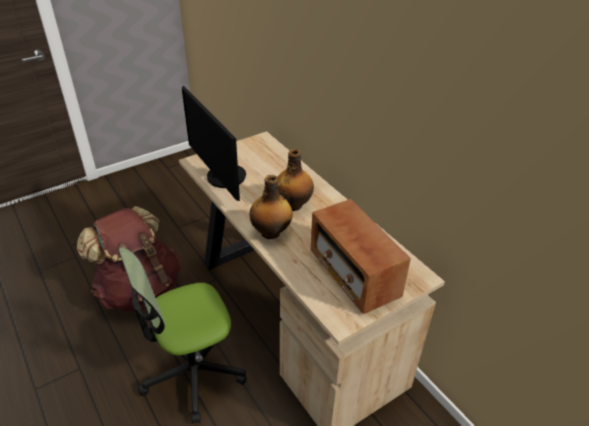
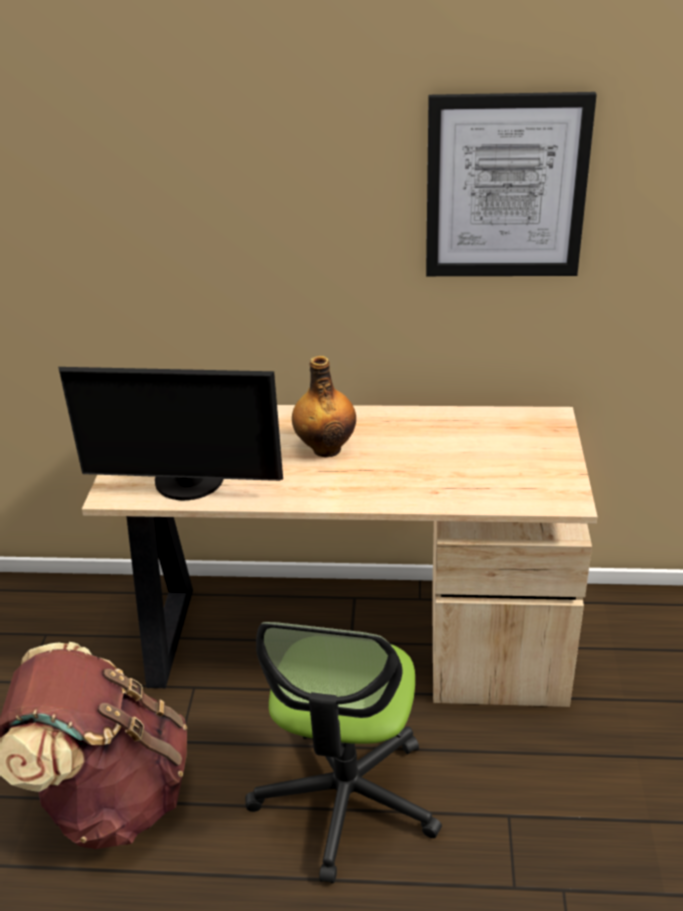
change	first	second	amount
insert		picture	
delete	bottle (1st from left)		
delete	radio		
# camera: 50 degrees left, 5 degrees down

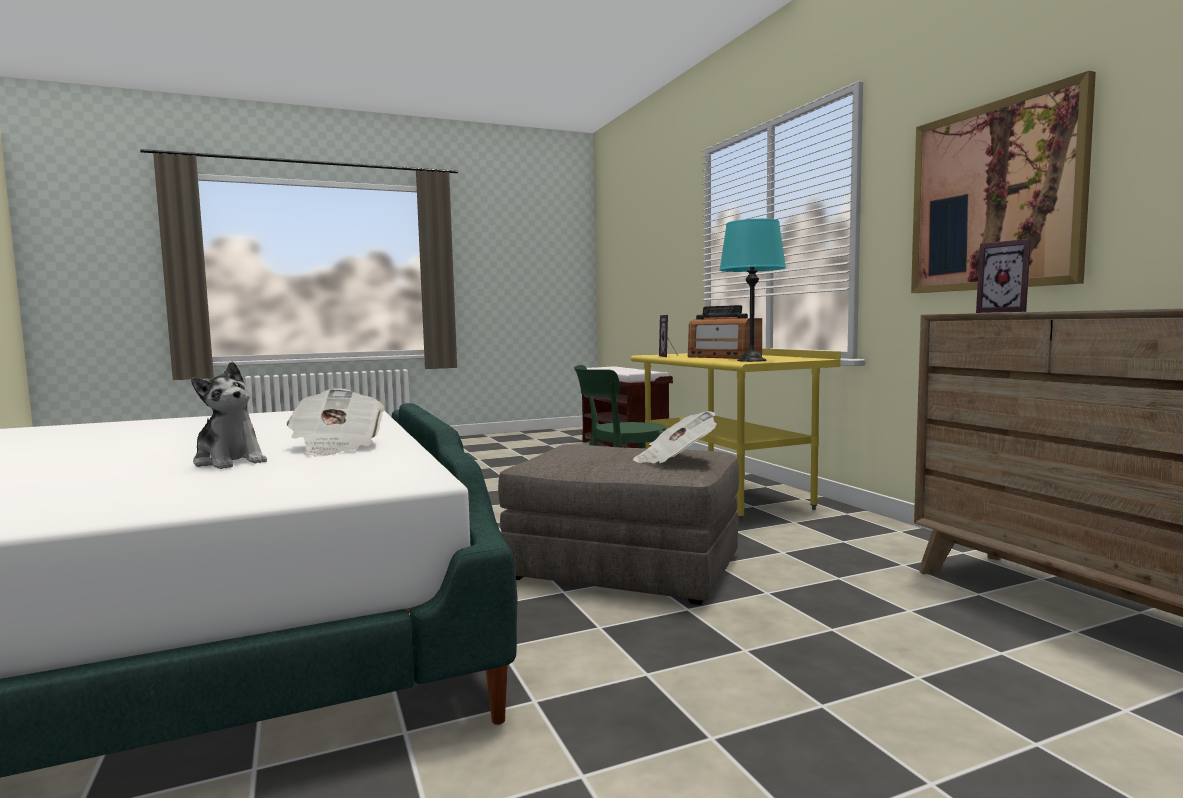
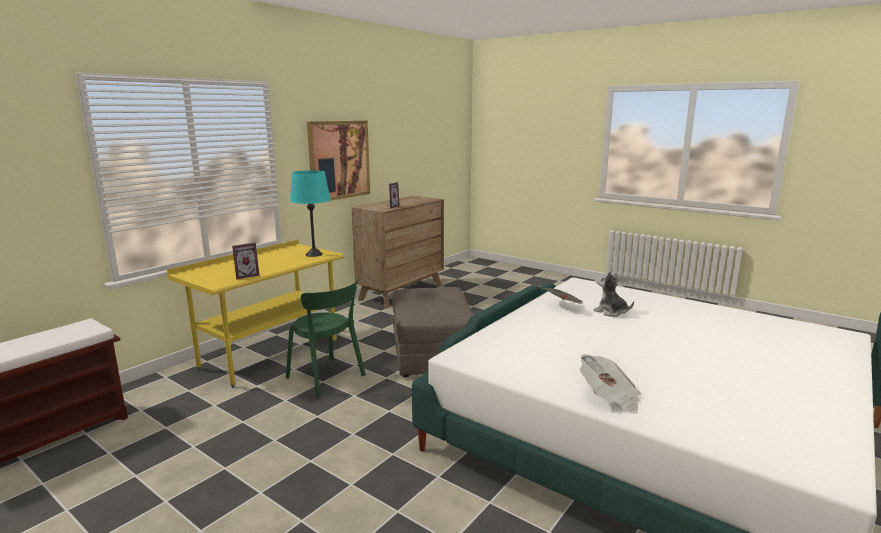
change	first	second	amount
move	newspaper (2nd from left)		
rotate	plush toy		60 degrees counterclockwise
delete	radio		
# camera: 120 degrees left, 10 degrees up

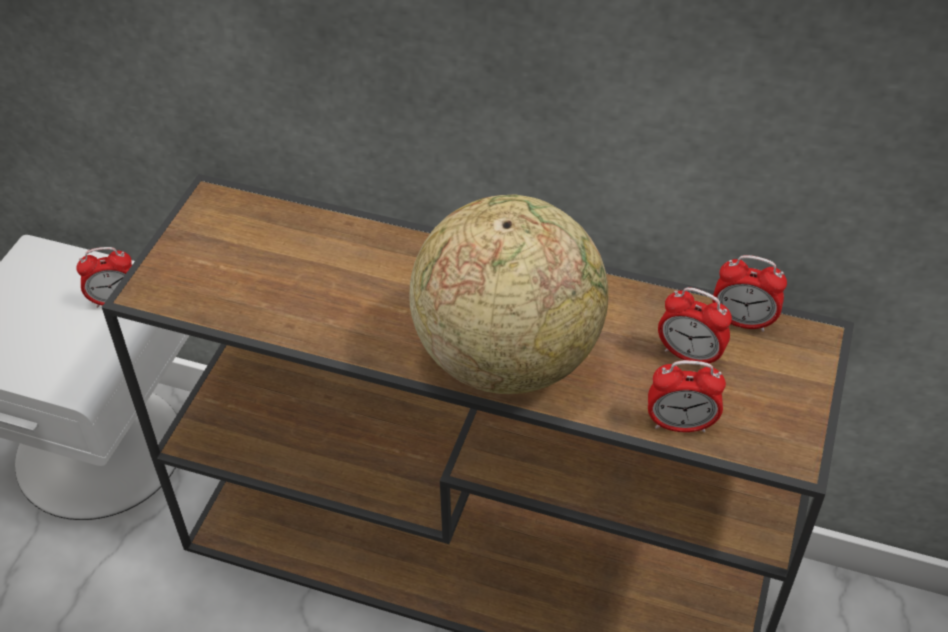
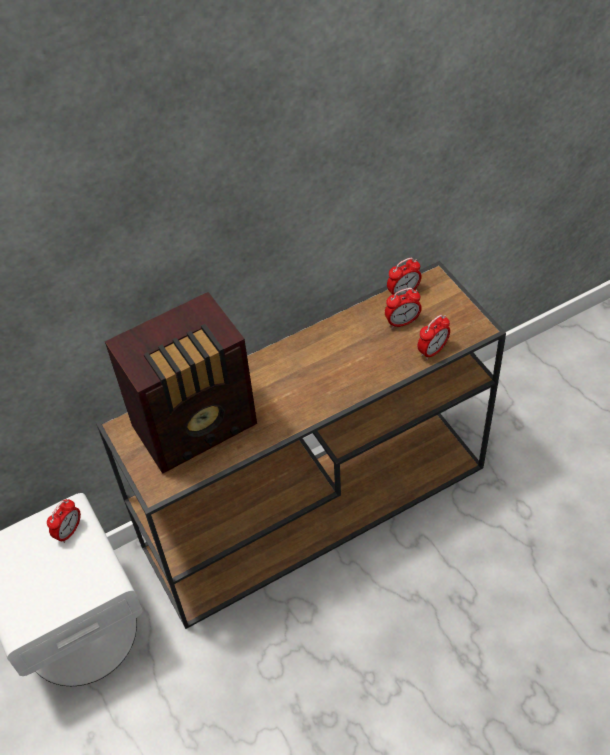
change	first	second	amount
insert		radio	
delete	globe		
# camera: 45 degrees left, 5 degrees up

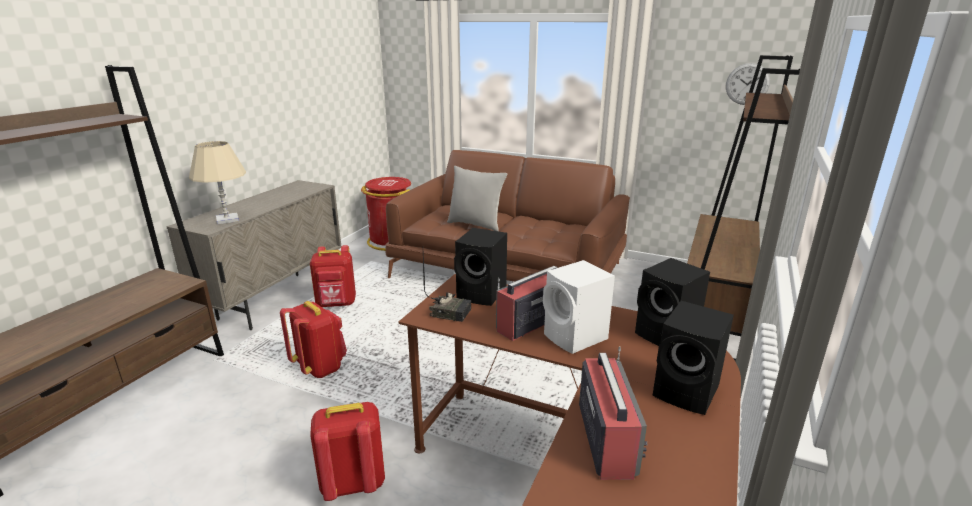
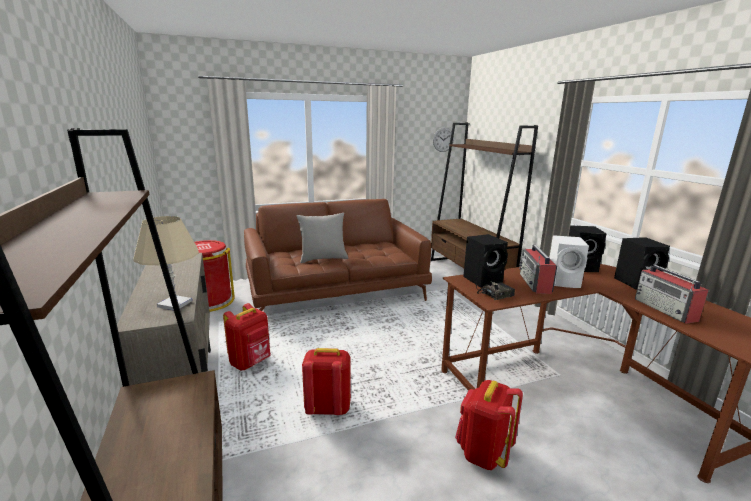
change	first	second	amount
rotate	radio (3rd from left)		150 degrees counterclockwise
# camera: 45 degrees left, 5 degrees down

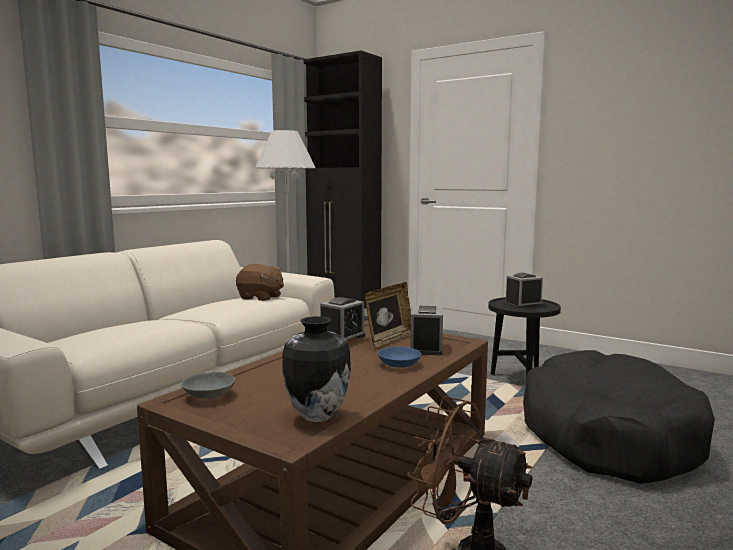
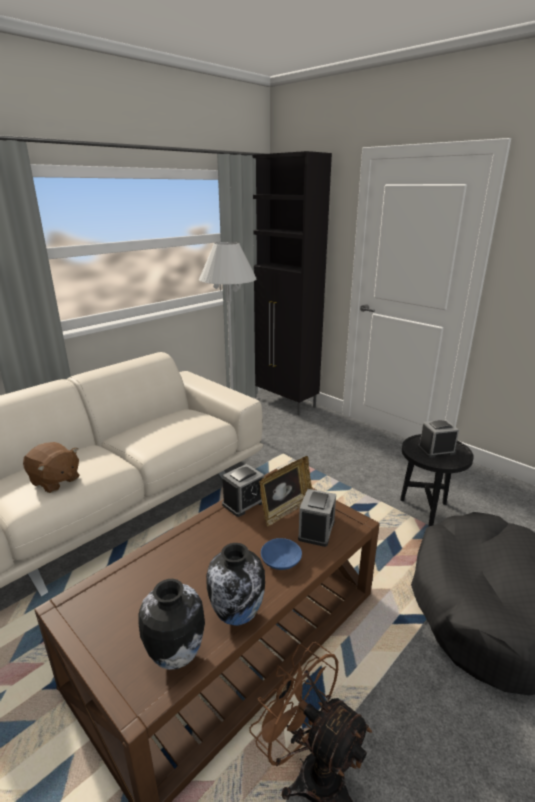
change	first	second	amount
move	plush toy (brown)		
insert		vase (2nd from left)	
delete	bowl (grey)		
# camera: 10 degrees right, 15 degrees up

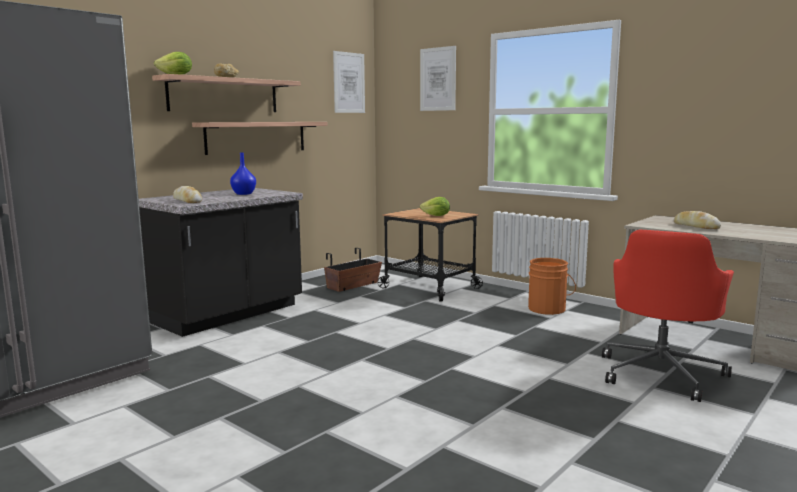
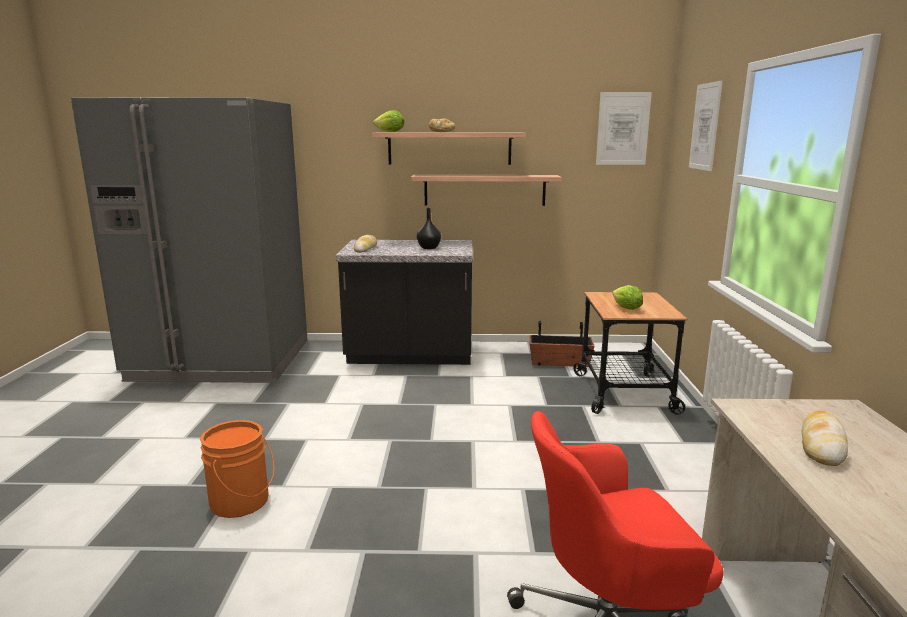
change	first	second	amount
move	bucket (orange)		
recolor	vase (blue)	vase (black)	
# camera: 50 degrees right, 5 degrees up

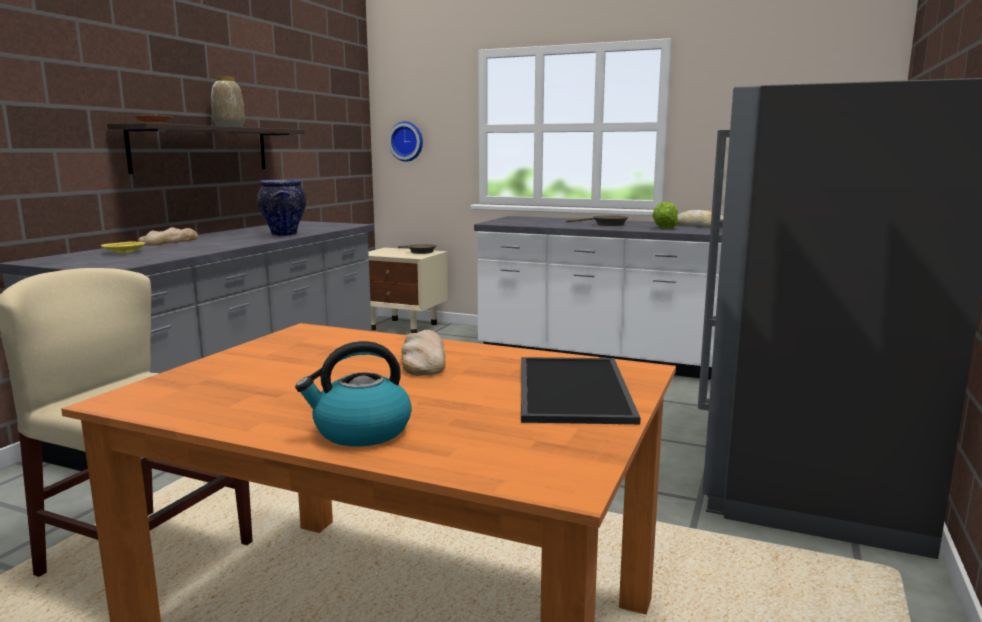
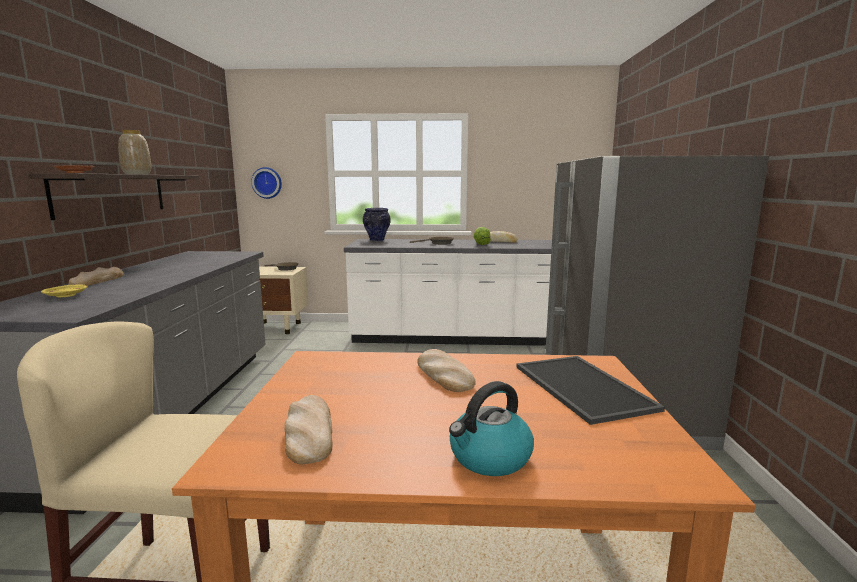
change	first	second	amount
insert		bread (2nd from left)	
move	vase (2nd from left)		
# camera: 20 degrees left, 0 degrees up

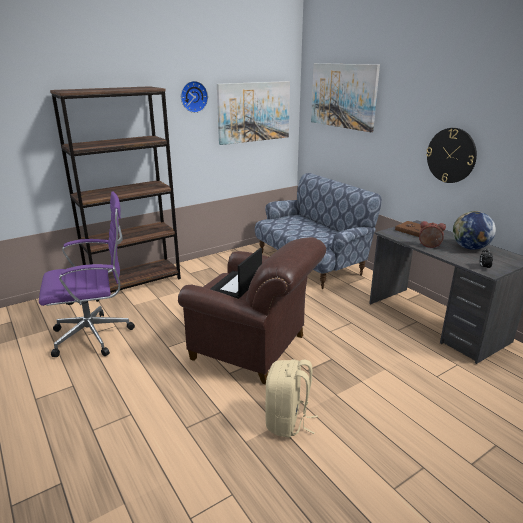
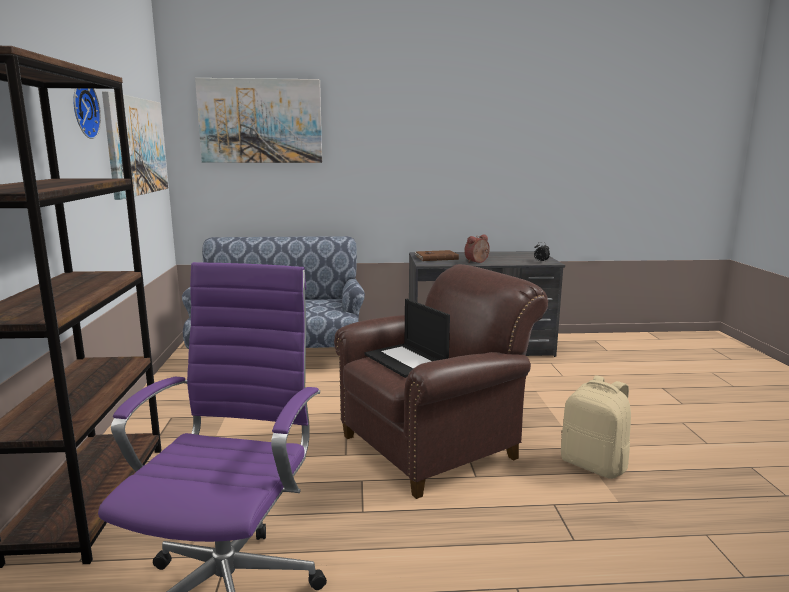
change	first	second	amount
delete	wall clock (2nd from left)		
delete	globe		
# camera: 60 degrees left, 10 degrees down

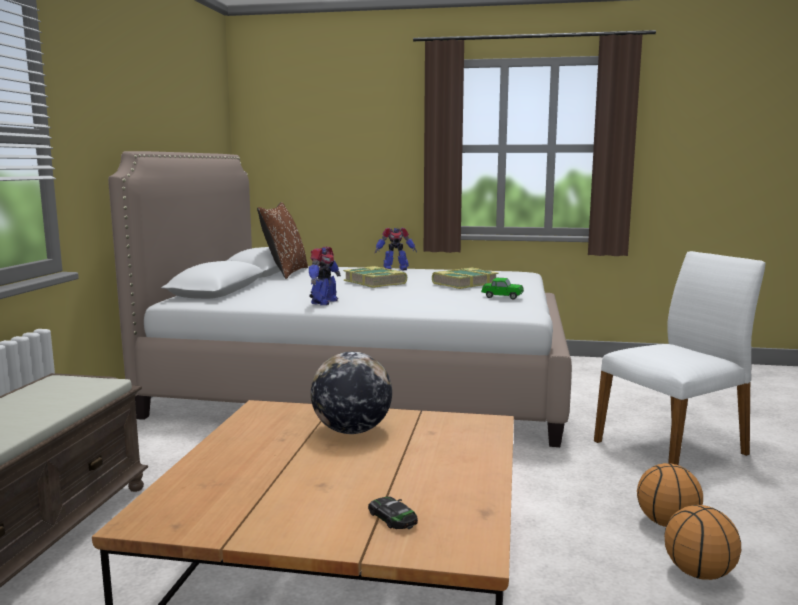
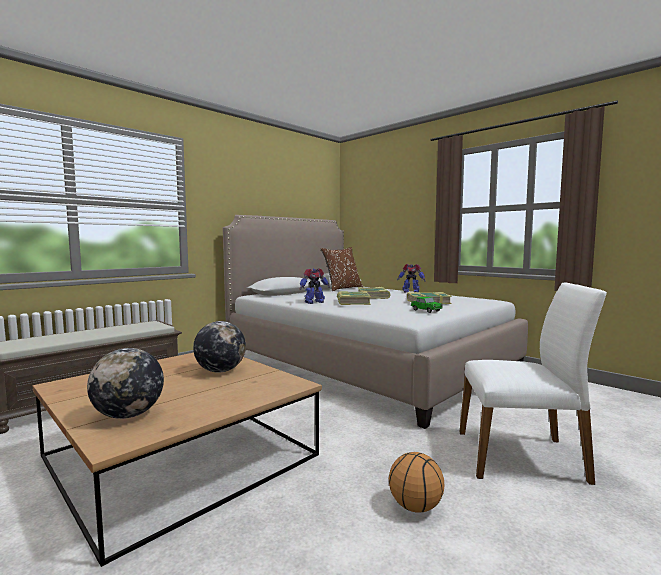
change	first	second	amount
replace	toy car (1st from left)	globe (1st from left)	
insert		book (1st from left)	
delete	basketball (2nd from left)		
# camera: 35 degrees right, 5 degrees down

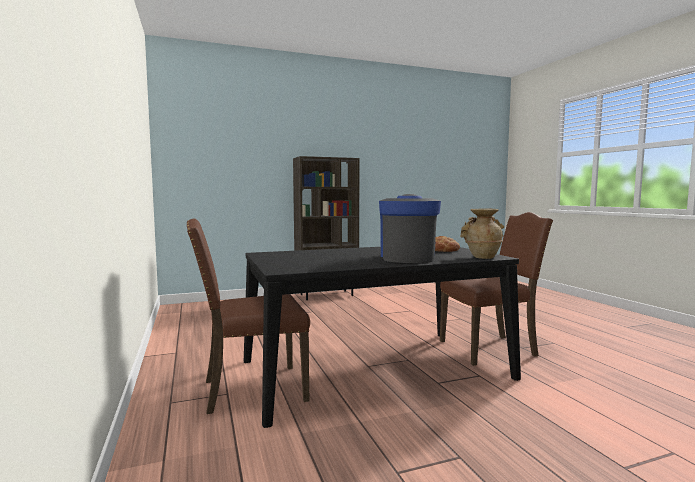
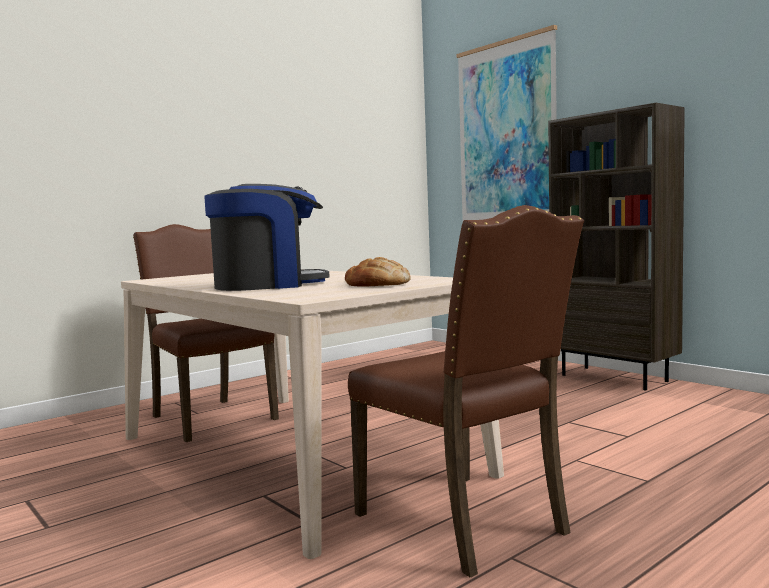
change	first	second	amount
recolor	dining table (black)	dining table (beige)	
insert		picture	
delete	vase (beige)		
# camera: 70 degrees right, 0 degrees up

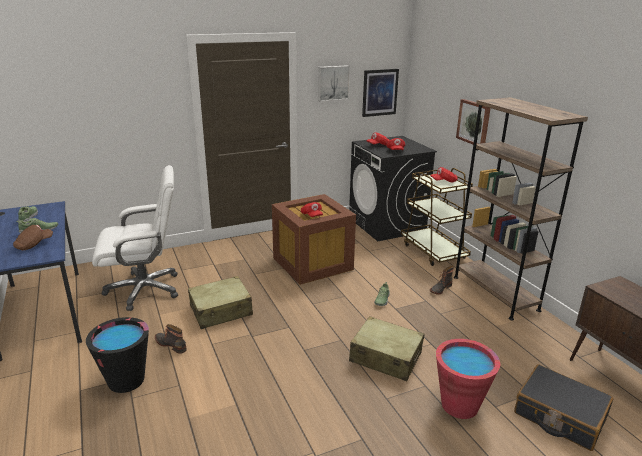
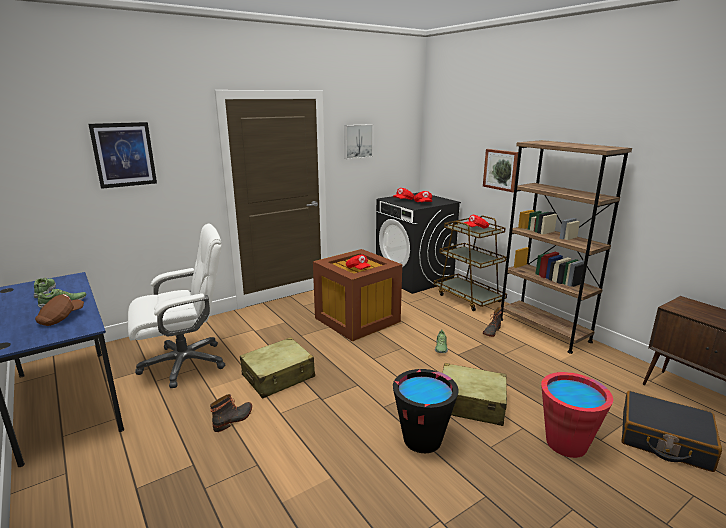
change	first	second	amount
move	picture (2nd from left in the first image)	picture (1st from left)	
rotate	boot (1st from left)		105 degrees clockwise
move	bucket (black)		
# camera: 10 degrees left, 5 degrees down

